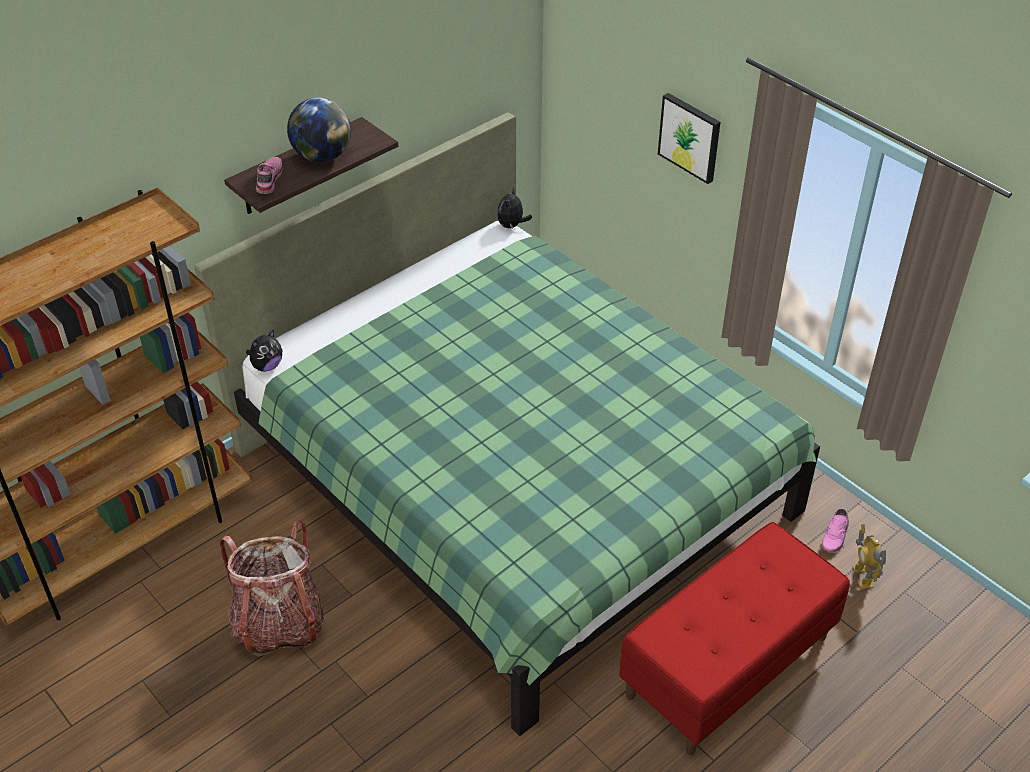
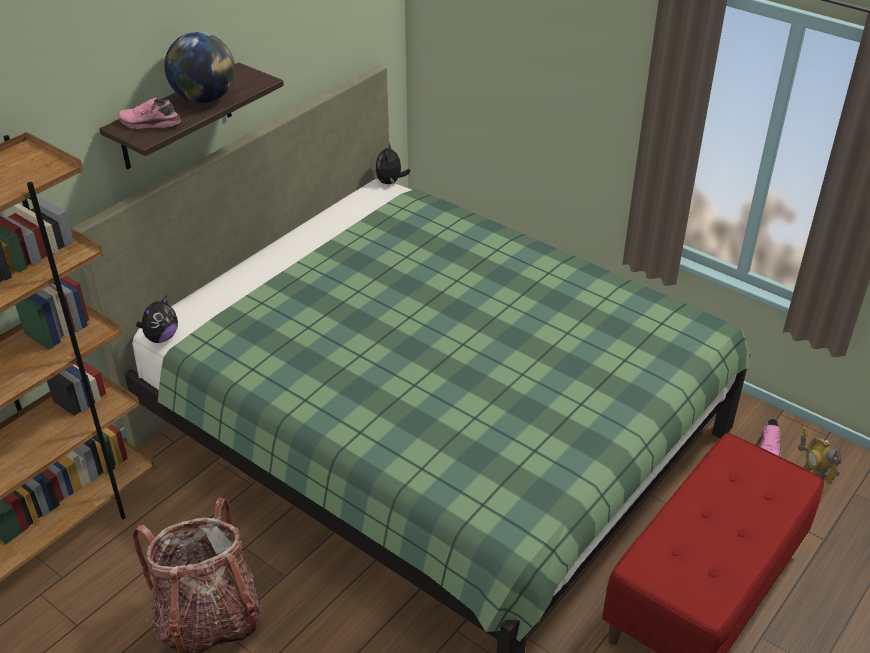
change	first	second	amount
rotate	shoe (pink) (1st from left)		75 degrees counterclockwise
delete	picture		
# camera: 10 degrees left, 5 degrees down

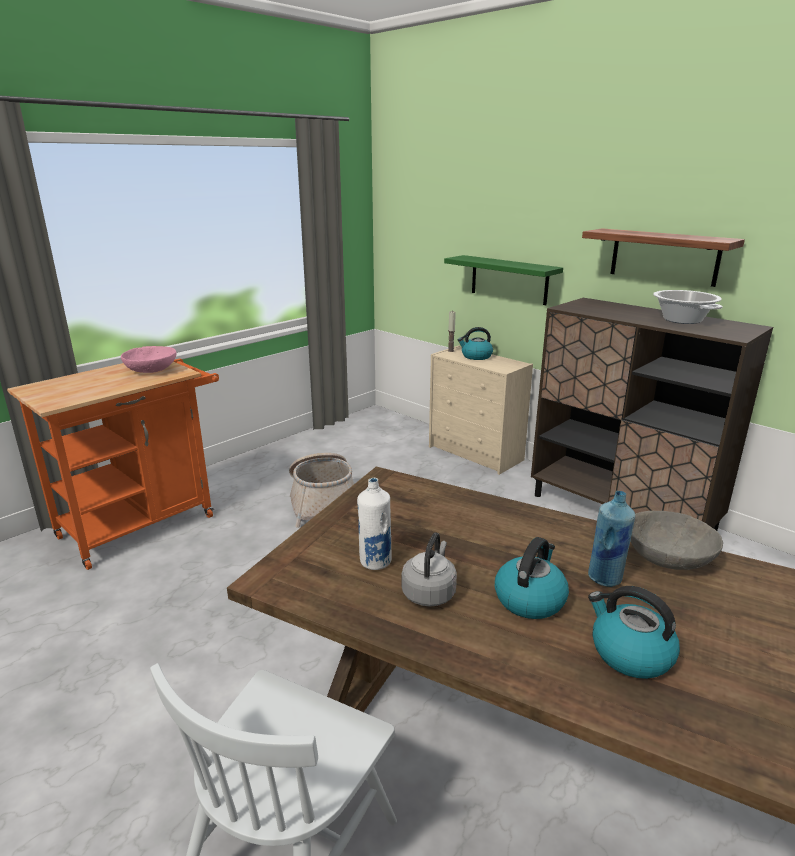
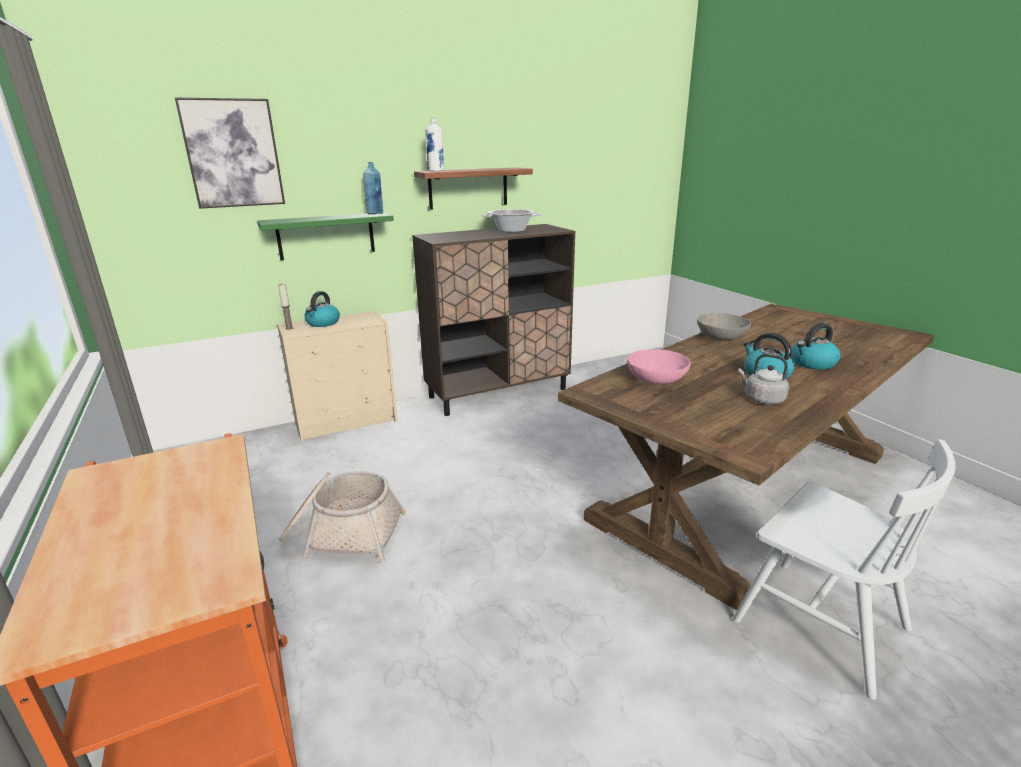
change	first	second	amount
insert		picture	
move	bottle (blue)		
move	bottle (white)		
move	bowl (pink)		
# camera: 70 degrees left, 0 degrees up

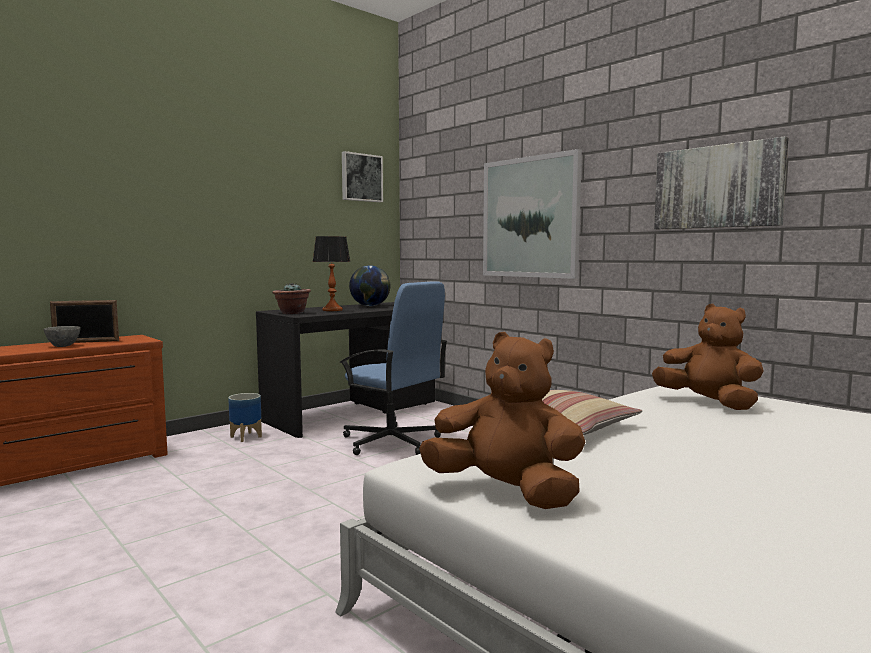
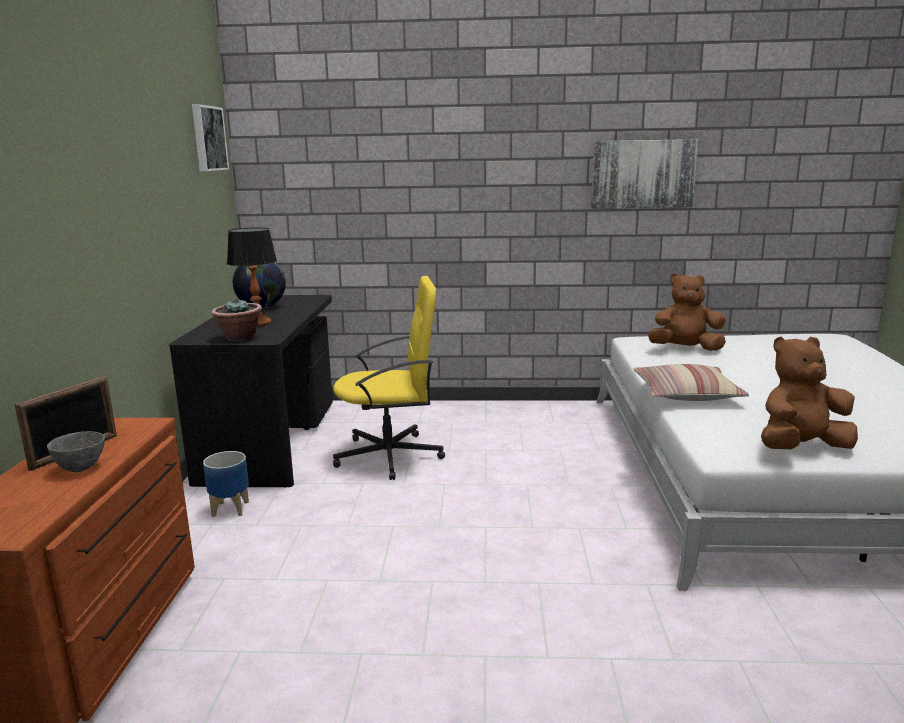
change	first	second	amount
recolor	office chair (blue)	office chair (yellow)	
delete	picture (2nd from left)		
# camera: 45 degrees left, 10 degrees up

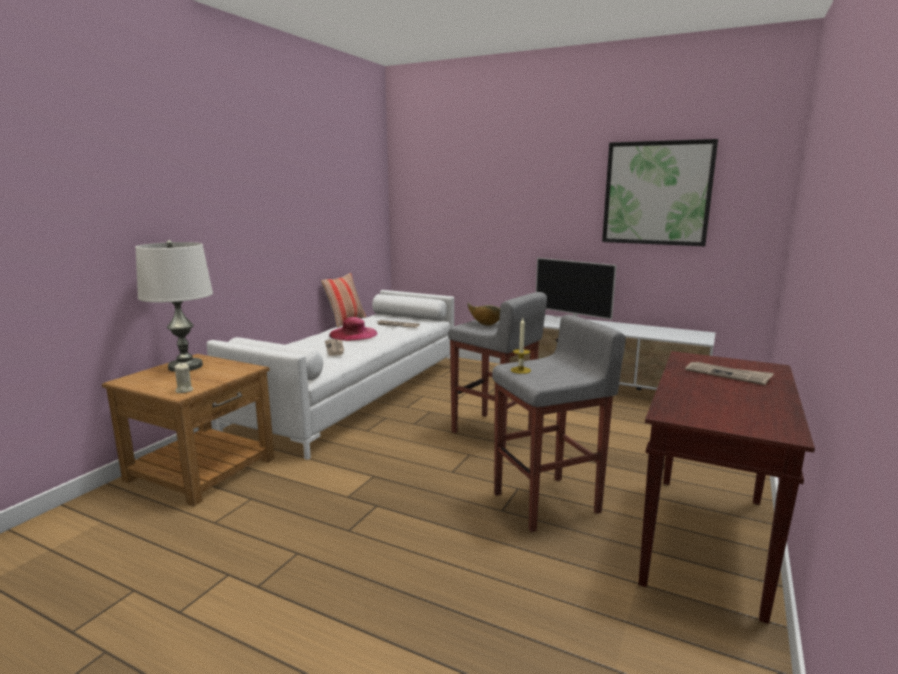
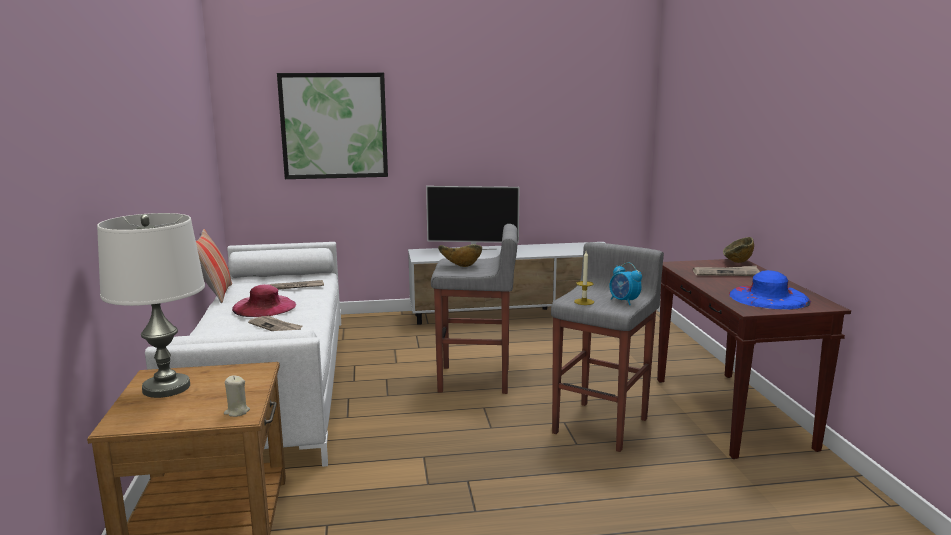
change	first	second	amount
move	picture		
insert		alarm clock	
insert		bowl (2nd from left)	
insert		hat (blue)	
# camera: 35 degrees left, 0 degrees up

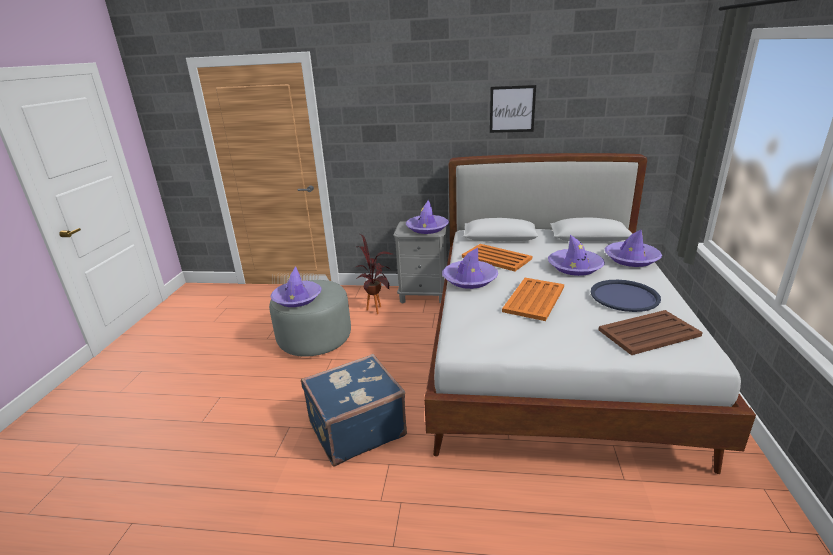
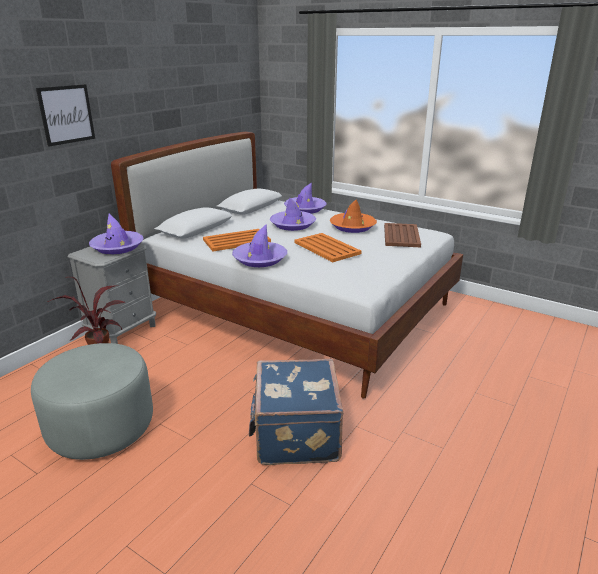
change	first	second	amount
move	picture		
replace	tray (blue)	hat (orange)	
delete	hat (purple) (1st from left)		
# camera: 65 degrees left, 0 degrees up

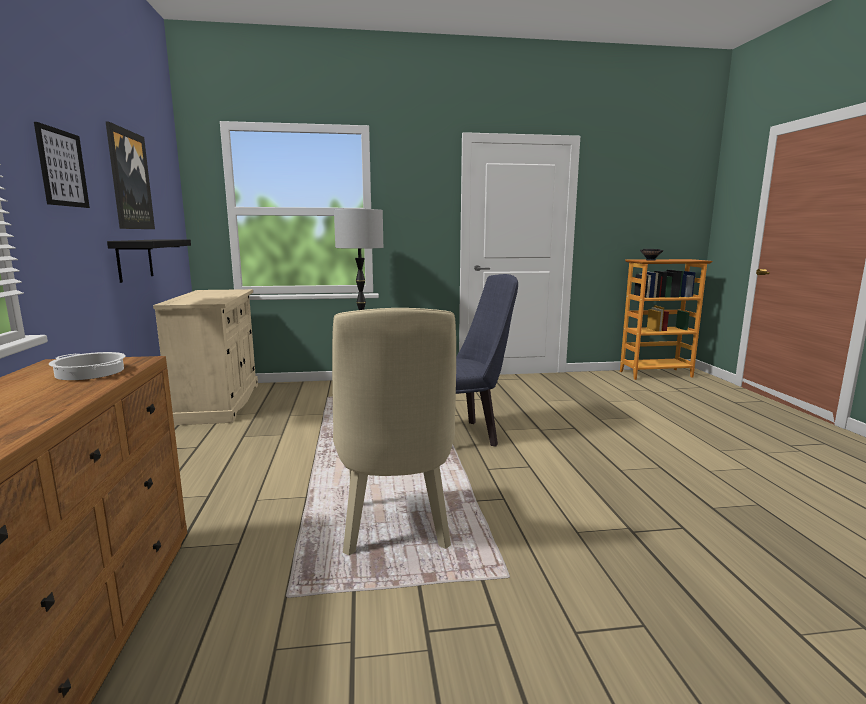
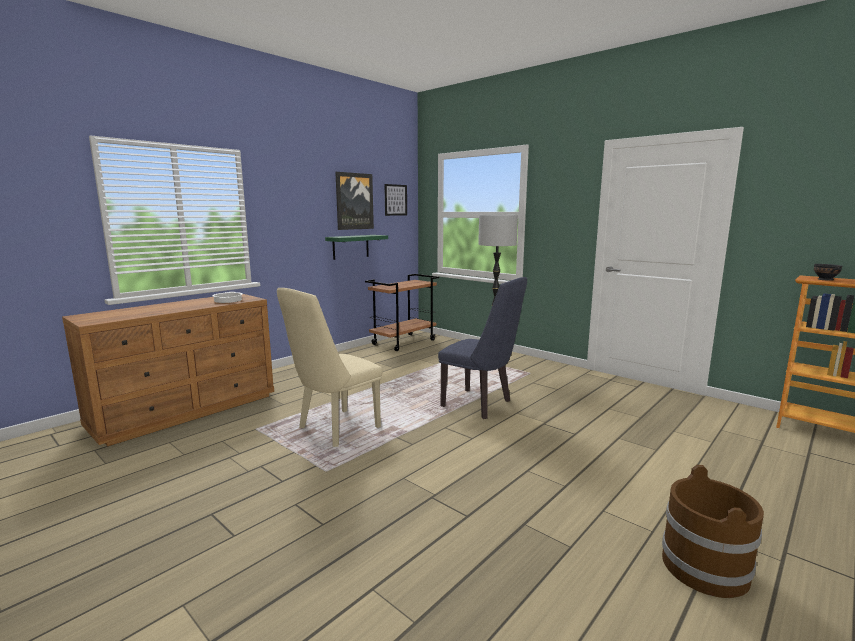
change	first	second	amount
recolor	shelf (black)	shelf (green)	
replace	cabinet (beige)	cart (brown)	
move	picture (1st from left in the first image)	picture (2nd from left)	
insert		bucket (brown)	
# camera: 50 degrees right, 0 degrees up

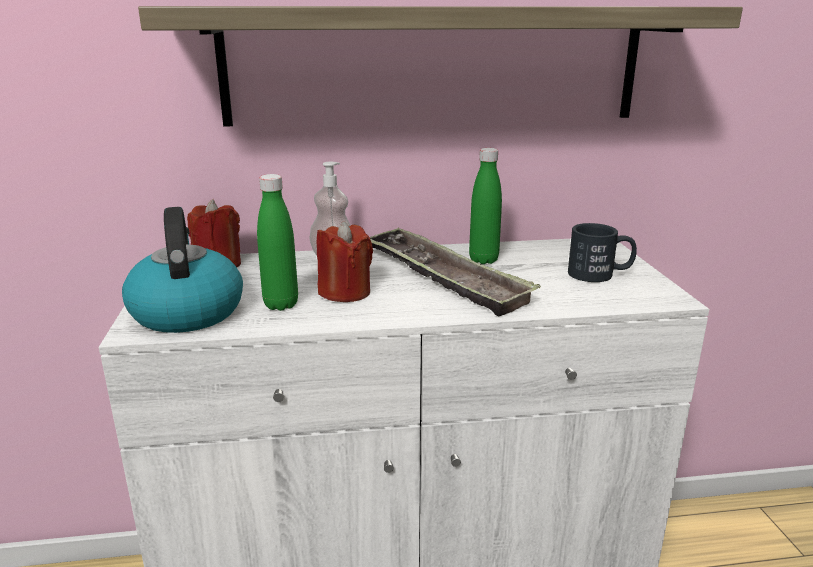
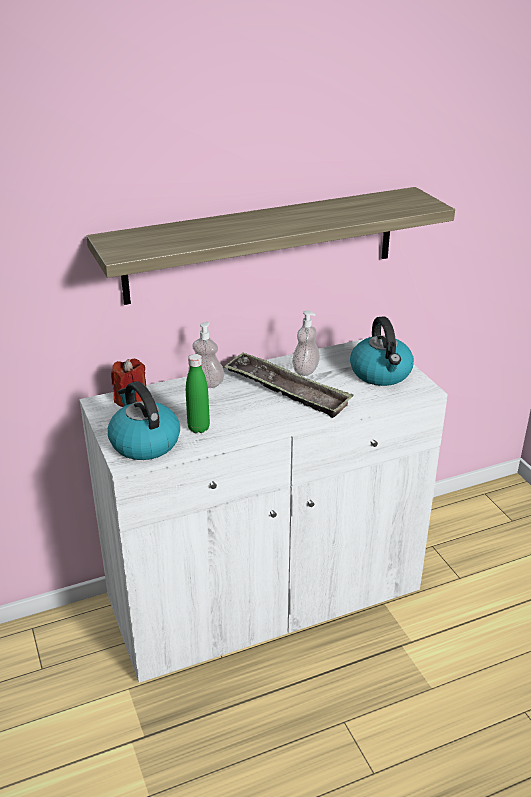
change	first	second	amount
replace	bottle (green) (2nd from left)	soap dispenser (2nd from left)	
replace	mug (black)	kettle (2nd from left)	
delete	candle (red) (2nd from left)		
# camera: 15 degrees left, 10 degrees up

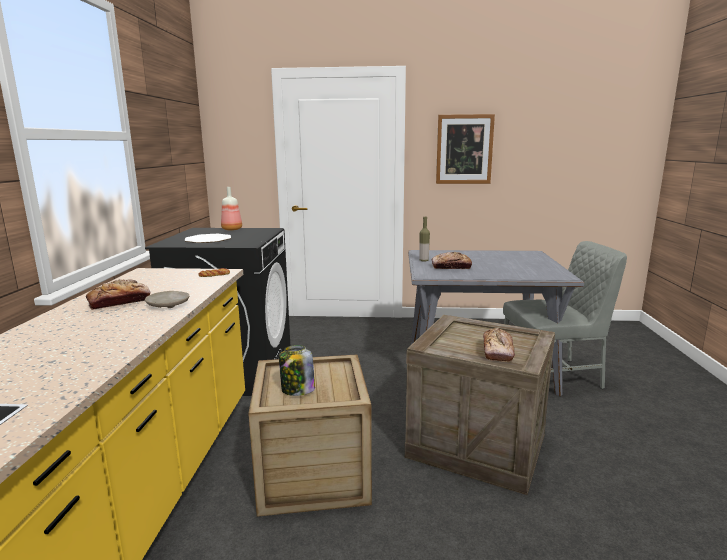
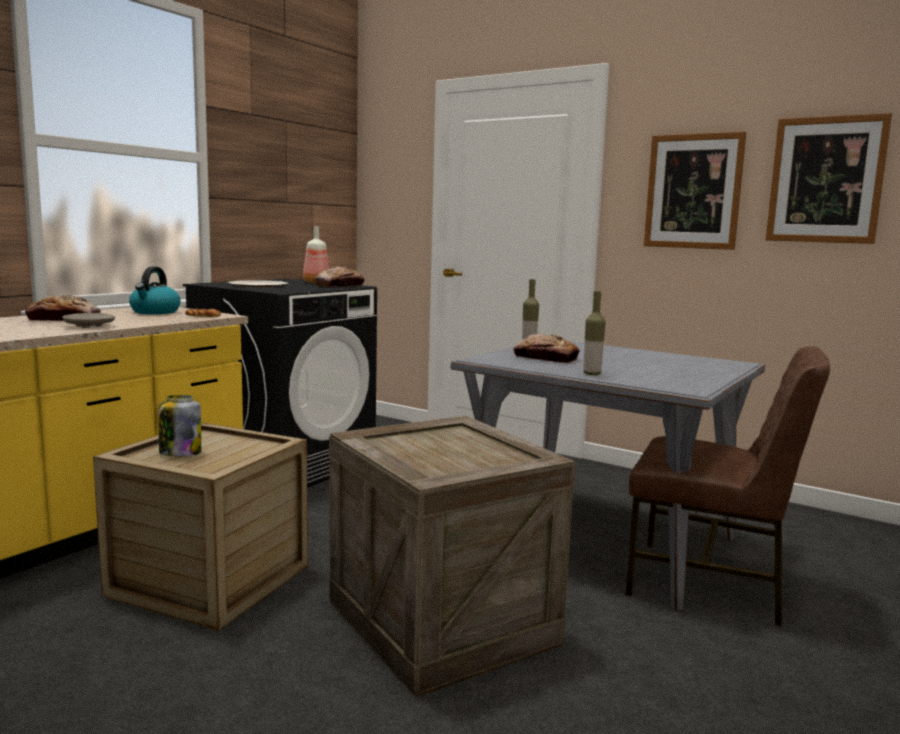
change	first	second	amount
insert		kettle	
move	bread (4th from left in the first image)	bread (3rd from left)	
insert		bottle (3rd from left)	
recolor	chair (grey)	chair (brown)	
insert		picture (2nd from left)	
# camera: 30 degrees right, 5 degrees down

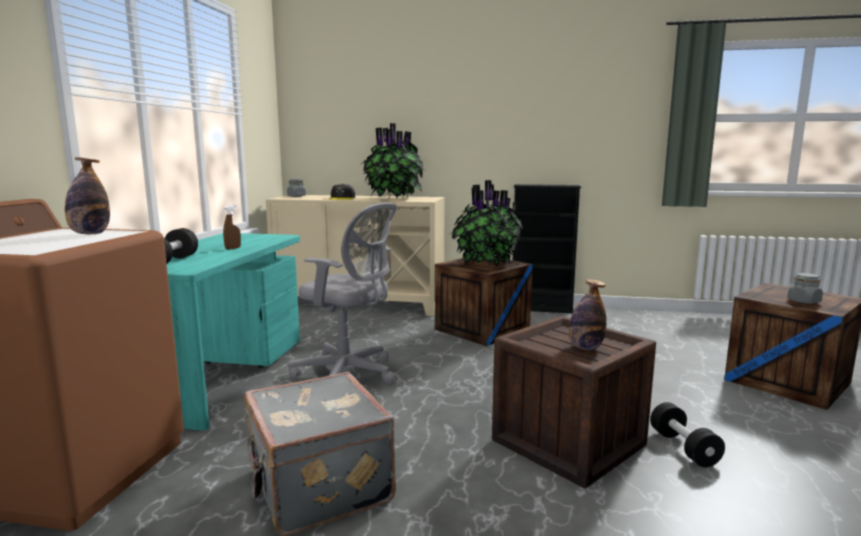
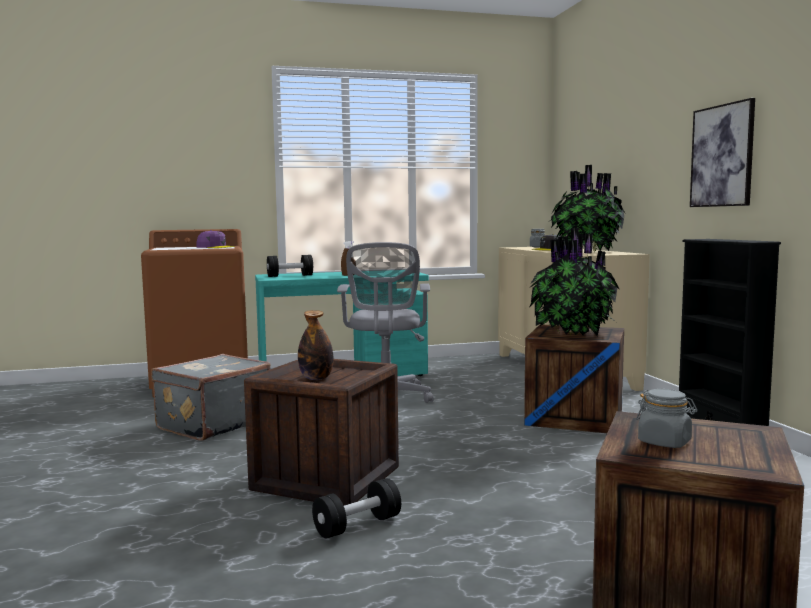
change	first	second	amount
replace	bottle (1st from left)	cap (purple)	
insert		picture	
# camera: 65 degrees right, 5 degrees down

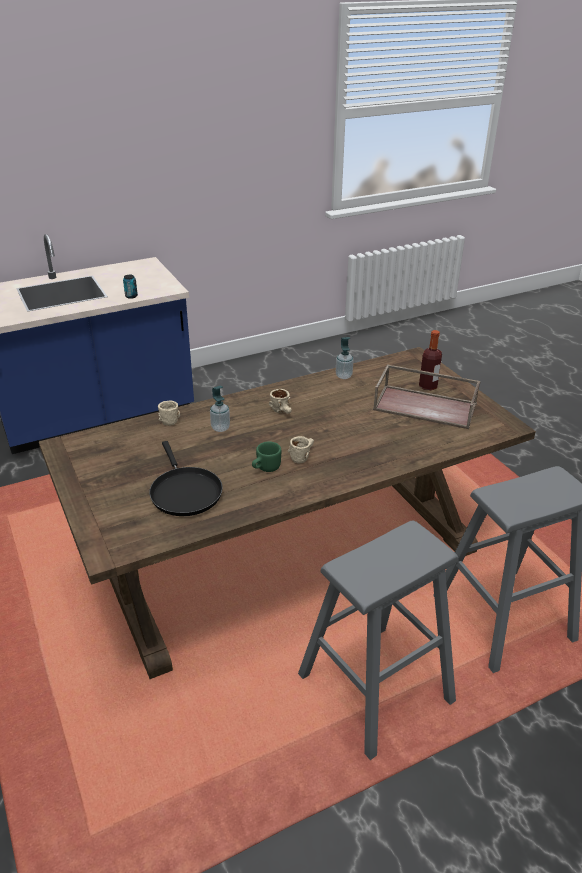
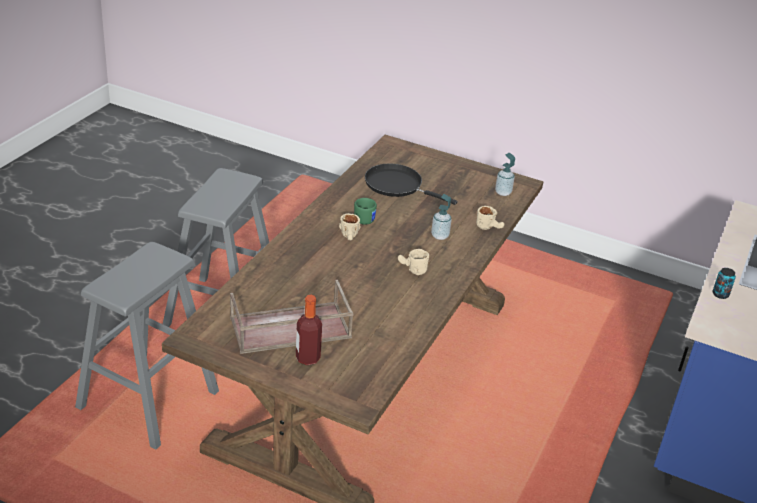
change	first	second	amount
move	soap dispenser (2nd from left)		
# camera: 140 degrees right, 0 degrees up

